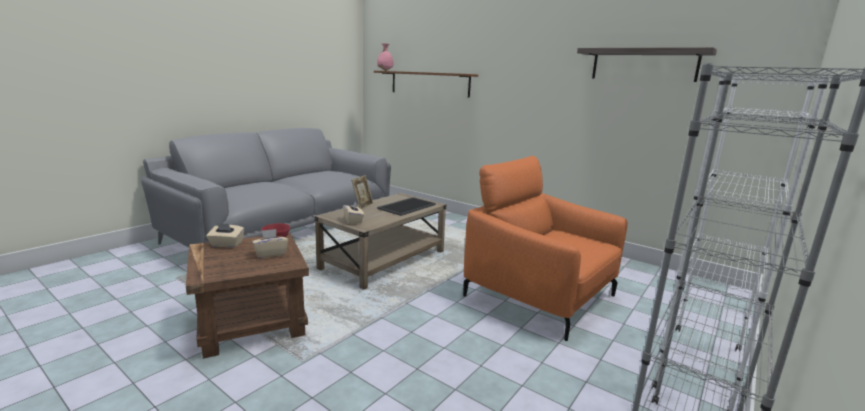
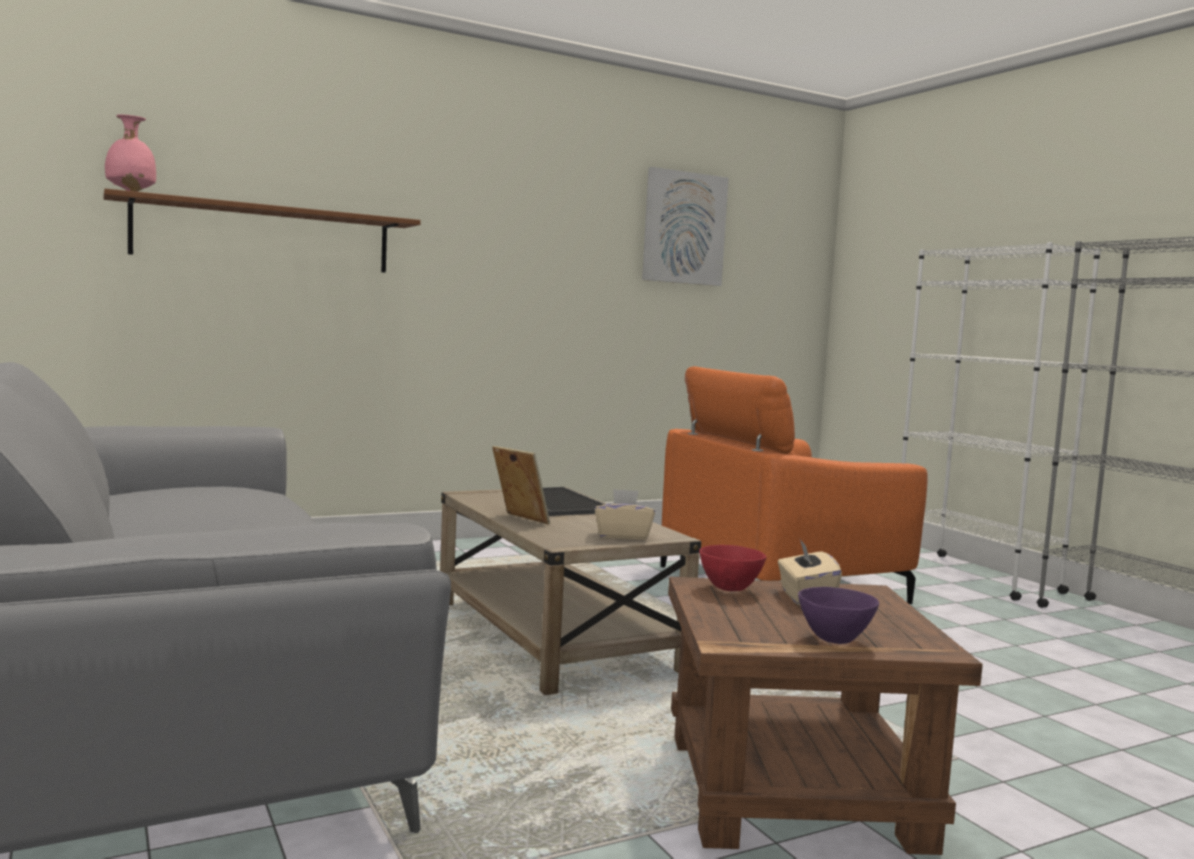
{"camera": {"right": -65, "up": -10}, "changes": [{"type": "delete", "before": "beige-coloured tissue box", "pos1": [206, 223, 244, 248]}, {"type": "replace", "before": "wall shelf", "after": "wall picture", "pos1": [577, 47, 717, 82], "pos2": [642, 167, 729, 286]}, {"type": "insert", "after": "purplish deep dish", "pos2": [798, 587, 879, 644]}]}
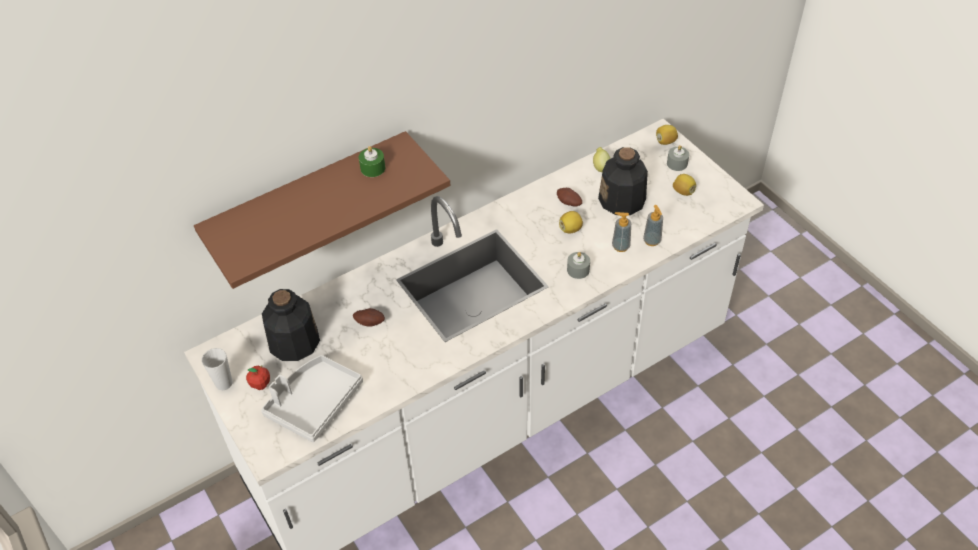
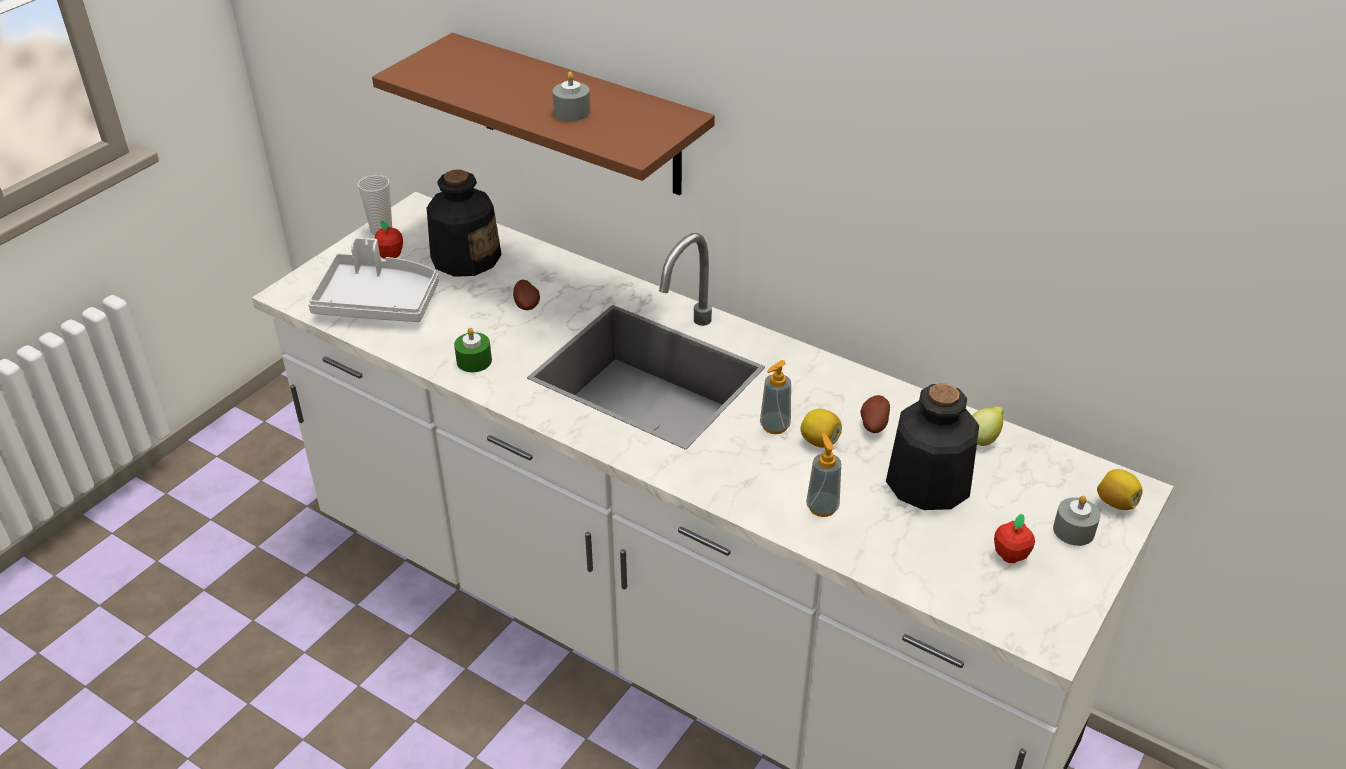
{"camera": {"right": 65, "up": -10}, "changes": [{"type": "move", "before": "green wax candle", "pos1": [359, 146, 385, 177], "pos2": [454, 328, 492, 372]}, {"type": "move", "before": "greyish wax candle", "pos1": [567, 252, 590, 279], "pos2": [553, 72, 590, 121]}, {"type": "move", "before": "soap dispenser", "pos1": [643, 205, 663, 246], "pos2": [760, 360, 791, 434]}, {"type": "replace", "before": "citrus fruit", "after": "apple", "pos1": [673, 174, 696, 196], "pos2": [994, 514, 1035, 563]}]}
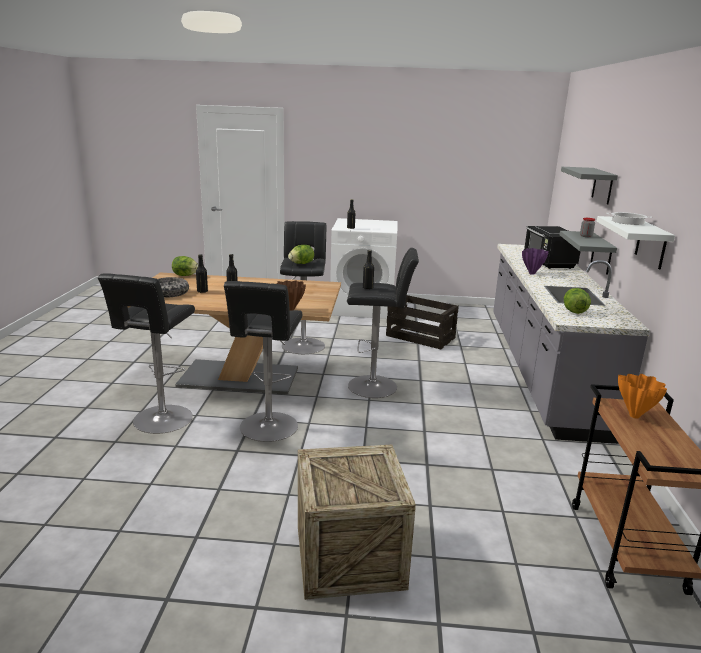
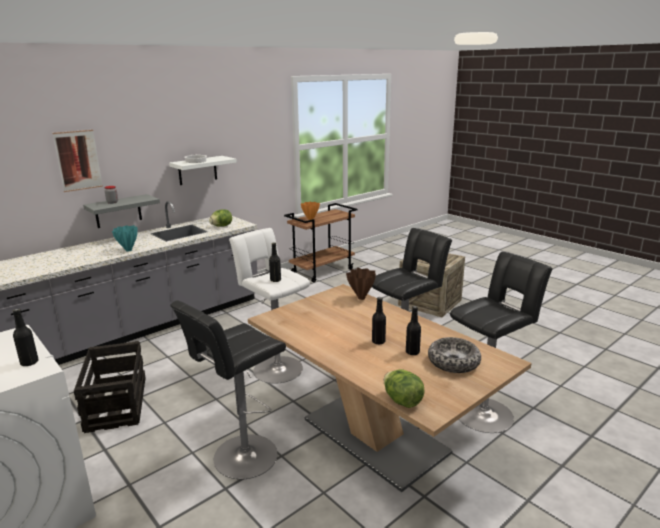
{"camera": {"right": -135, "up": 0}, "changes": [{"type": "delete", "before": "head of lettuce", "pos1": [288, 245, 314, 264]}, {"type": "recolor", "before": "black stool seat", "after": "white stool seat", "pos1": [347, 248, 419, 398], "pos2": [229, 228, 310, 383]}, {"type": "recolor", "before": "purplish decorative vase", "after": "blue-green decorative vase", "pos1": [522, 248, 549, 275], "pos2": [112, 225, 137, 252]}, {"type": "delete", "before": "black kitchen microwave", "pos1": [524, 226, 581, 269]}, {"type": "replace", "before": "greyish wall shelf", "after": "wall picture", "pos1": [561, 167, 618, 205], "pos2": [53, 130, 103, 192]}]}
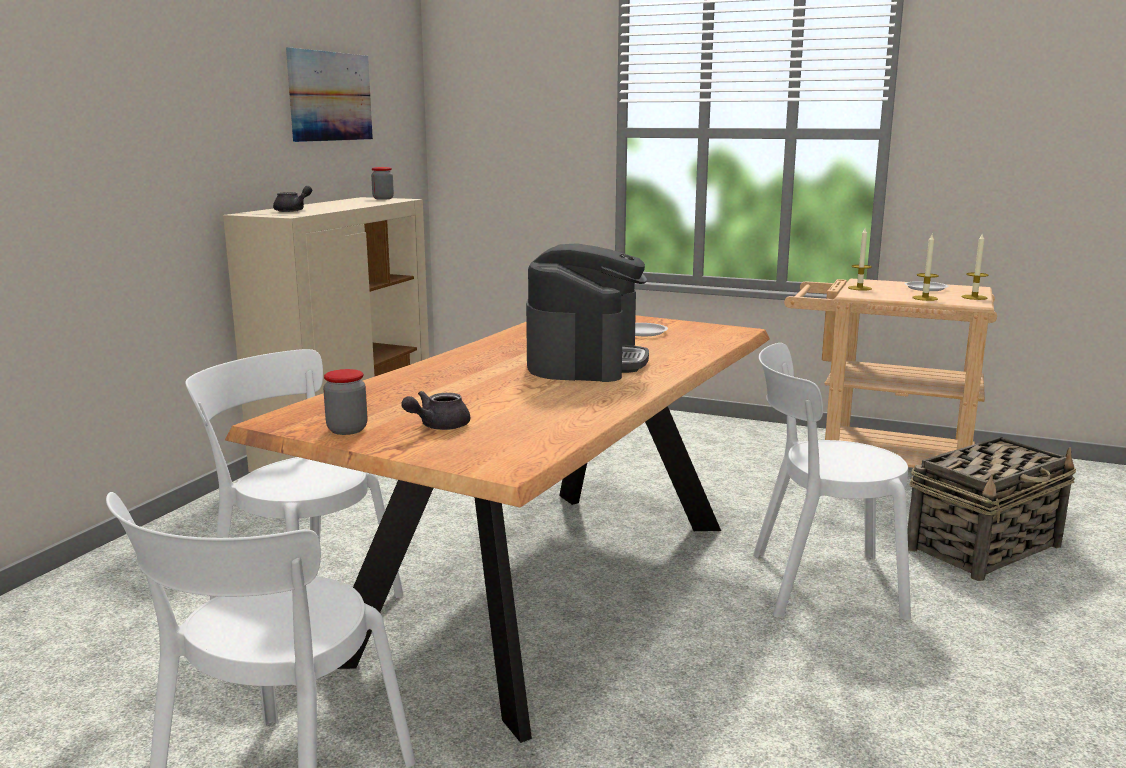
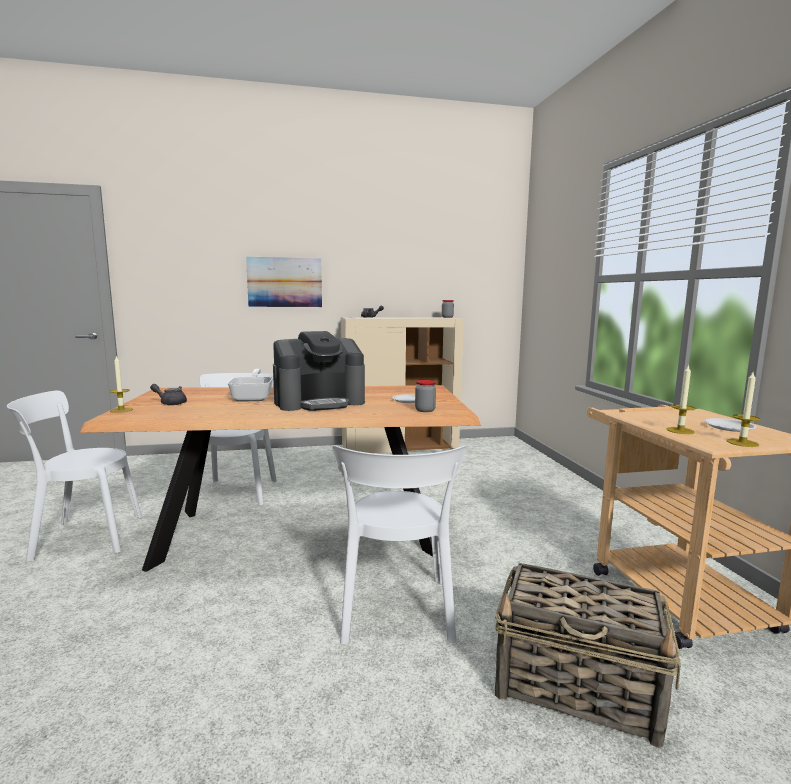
{"camera": {"right": 55, "up": -5}, "changes": [{"type": "move", "before": "wall picture", "pos1": [286, 47, 373, 142], "pos2": [246, 257, 322, 307]}, {"type": "move", "before": "storage jar", "pos1": [323, 369, 368, 435], "pos2": [415, 380, 436, 412]}, {"type": "rotate", "before": "white plain chair", "pos1": [753, 343, 911, 620], "pos2": [333, 445, 467, 644], "turn": -150}, {"type": "move", "before": "wax candle", "pos1": [848, 228, 872, 291], "pos2": [110, 356, 133, 413]}, {"type": "insert", "after": "frying pan", "pos2": [227, 369, 273, 402]}]}
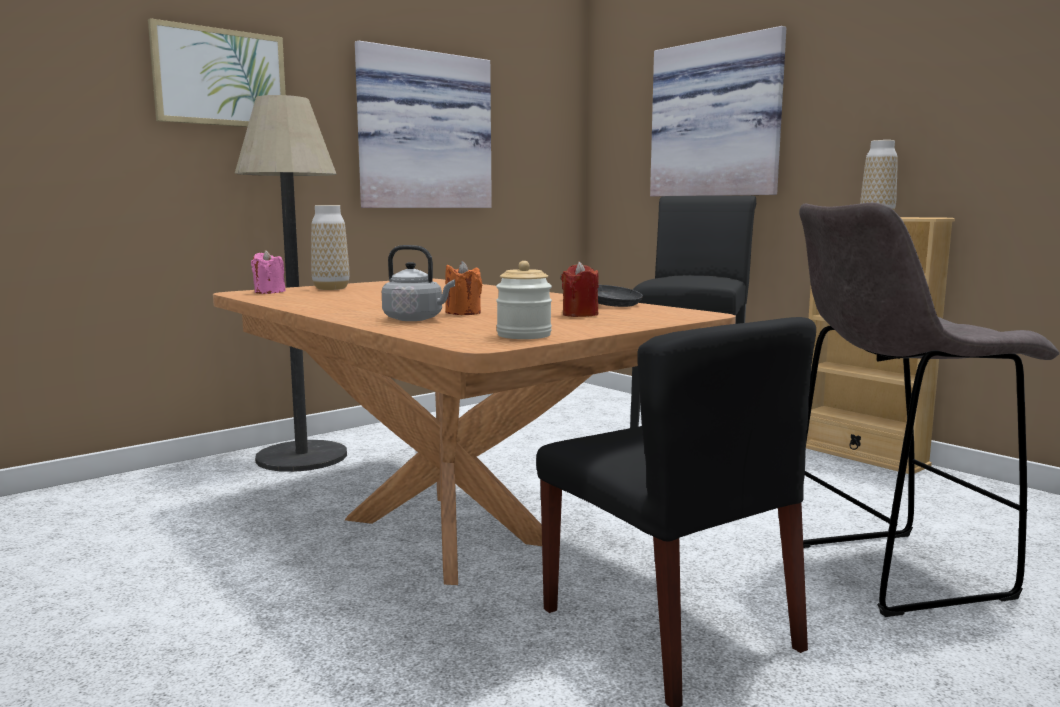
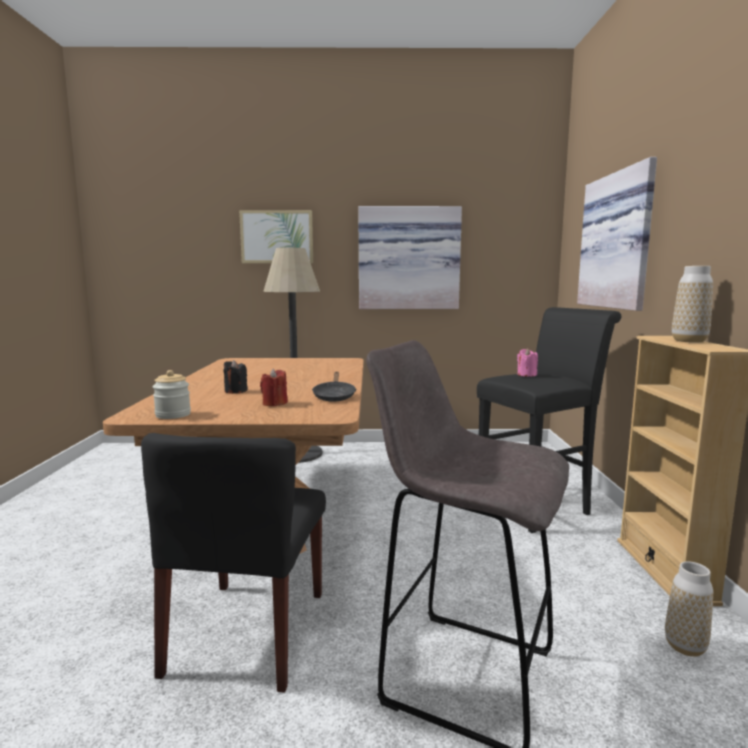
{"camera": {"right": 40, "up": 0}, "changes": [{"type": "move", "before": "pink wax candle", "pos1": [251, 250, 285, 294], "pos2": [517, 348, 538, 377]}, {"type": "move", "before": "decorative vase", "pos1": [311, 205, 349, 290], "pos2": [665, 561, 713, 657]}, {"type": "delete", "before": "greyish water kettle", "pos1": [382, 245, 455, 321]}, {"type": "recolor", "before": "orangey wax candle", "after": "black wax candle", "pos1": [445, 261, 482, 315], "pos2": [224, 360, 248, 394]}]}
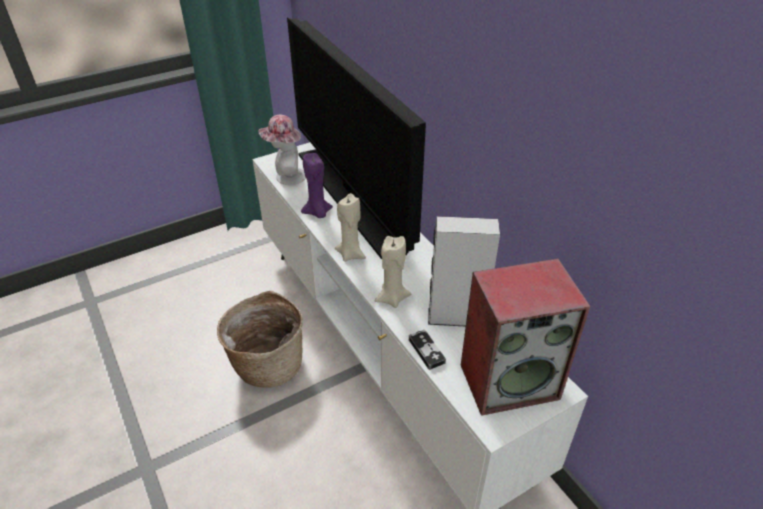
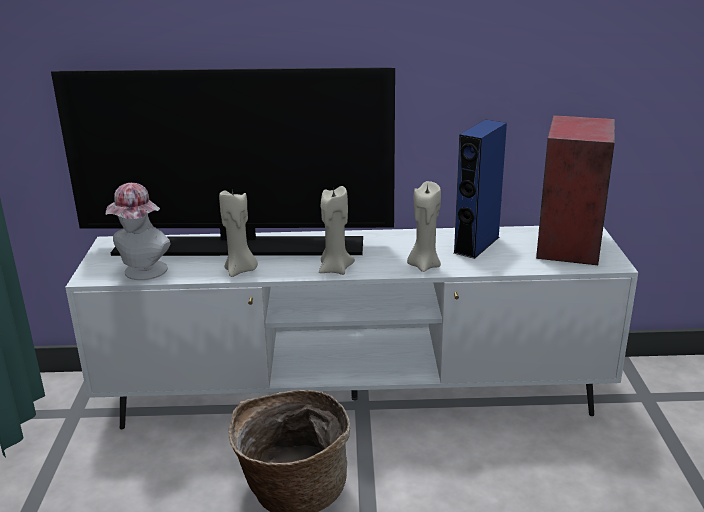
{"camera": {"right": -60, "up": -15}, "changes": [{"type": "recolor", "before": "purplish wax candle", "after": "beige-coloured wax candle", "pos1": [301, 153, 333, 218], "pos2": [219, 189, 258, 277]}, {"type": "delete", "before": "game controller", "pos1": [409, 330, 446, 370]}, {"type": "recolor", "before": "greyish speaker", "after": "blue-coloured speaker", "pos1": [428, 216, 500, 327], "pos2": [454, 119, 507, 259]}]}
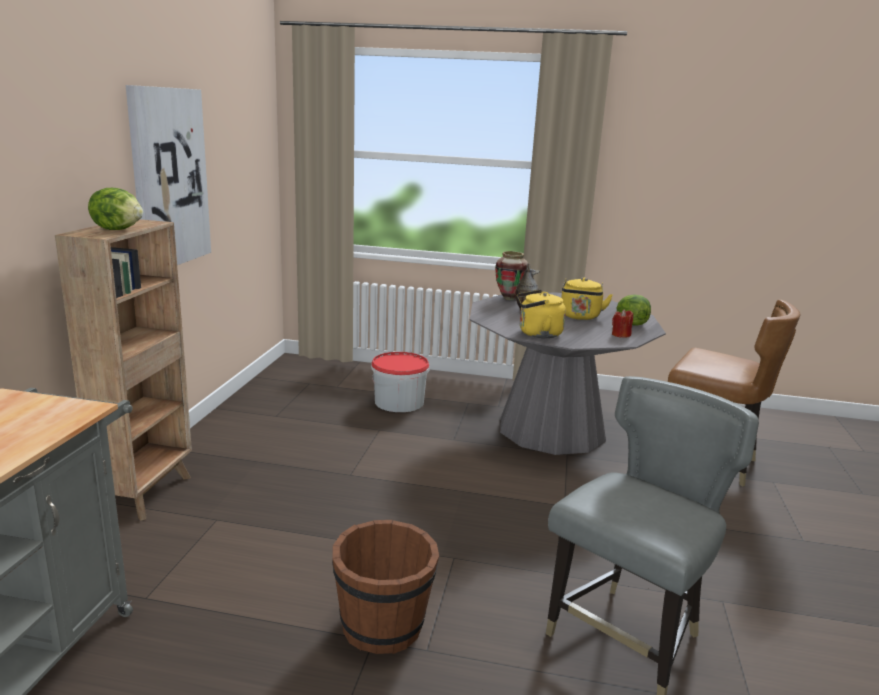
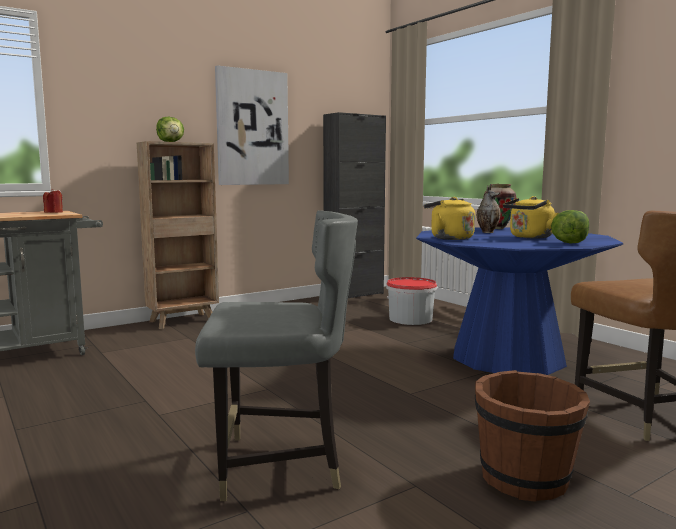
{"camera": {"right": 45, "up": -10}, "changes": [{"type": "move", "before": "brown pail", "pos1": [332, 520, 439, 654], "pos2": [475, 370, 590, 502]}, {"type": "recolor", "before": "greyish dining table", "after": "blue-coloured dining table", "pos1": [470, 293, 666, 455], "pos2": [416, 227, 623, 375]}, {"type": "move", "before": "red wax candle", "pos1": [612, 309, 633, 338], "pos2": [43, 189, 63, 213]}, {"type": "insert", "after": "black cupboard", "pos2": [323, 112, 386, 298]}]}
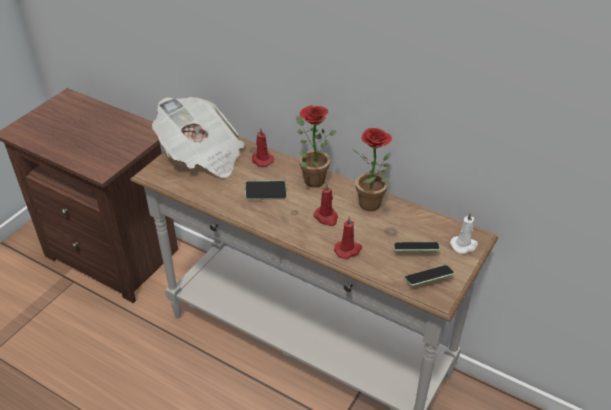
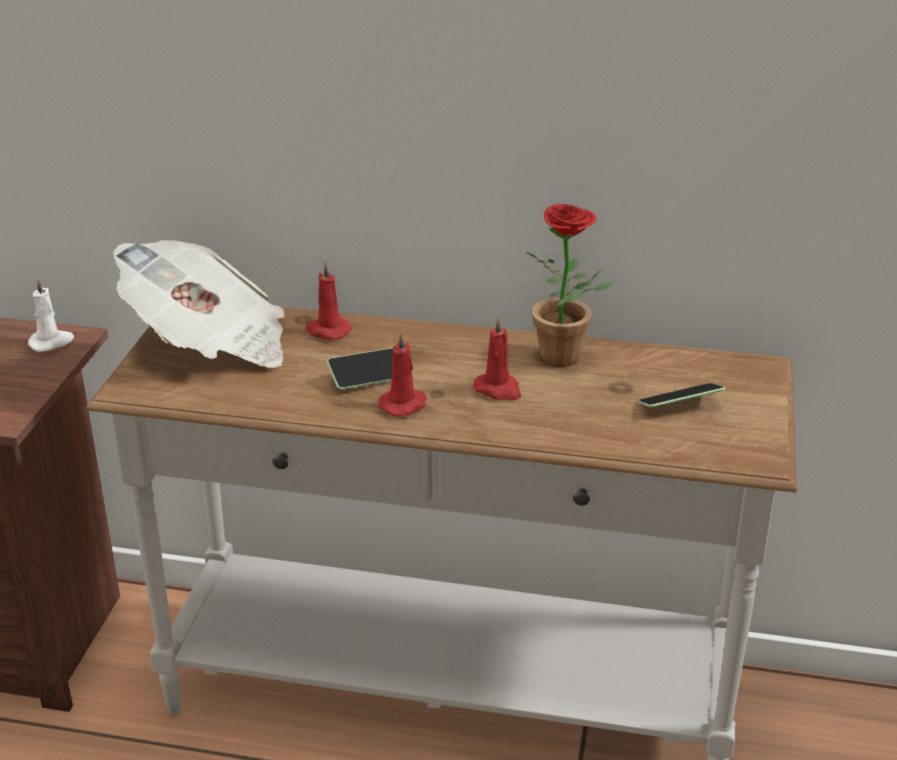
{"camera": {"right": -20, "up": -10}, "changes": [{"type": "delete", "before": "plant in a pot", "pos1": [296, 105, 336, 187]}, {"type": "move", "before": "red wax candle", "pos1": [334, 216, 362, 259], "pos2": [379, 331, 427, 417]}, {"type": "delete", "before": "phone", "pos1": [404, 265, 455, 286]}, {"type": "move", "before": "white wax candle", "pos1": [450, 212, 478, 254], "pos2": [28, 277, 74, 352]}]}
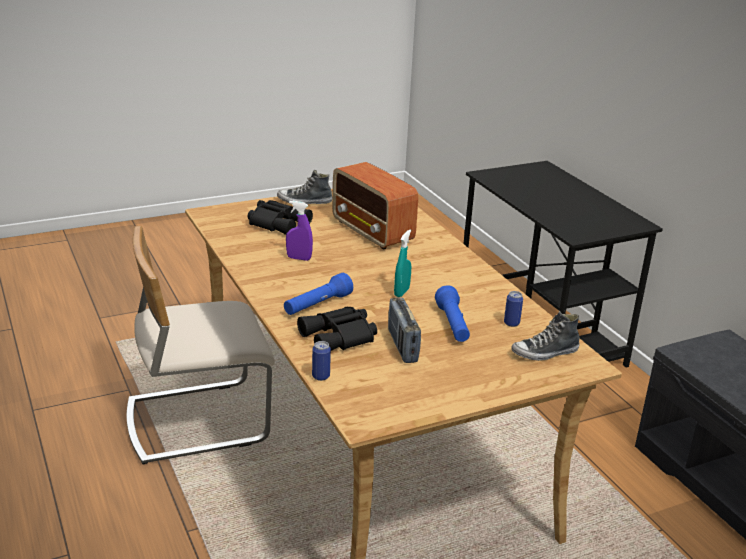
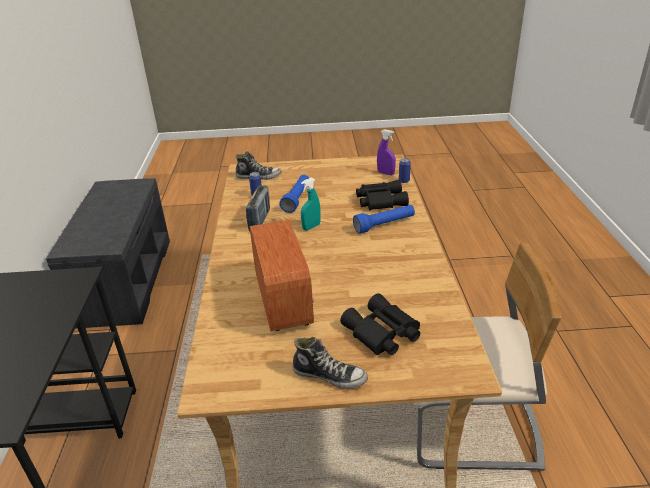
{"camera": {"right": -155, "up": 5}, "changes": [{"type": "move", "before": "purplish spray bottle", "pos1": [286, 201, 313, 261], "pos2": [377, 129, 396, 175]}, {"type": "move", "before": "radio", "pos1": [388, 297, 421, 363], "pos2": [246, 186, 270, 232]}]}
